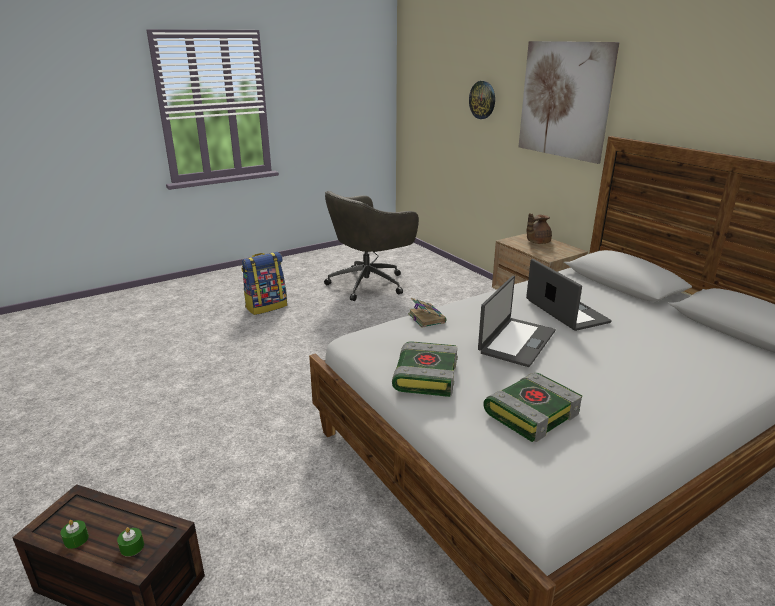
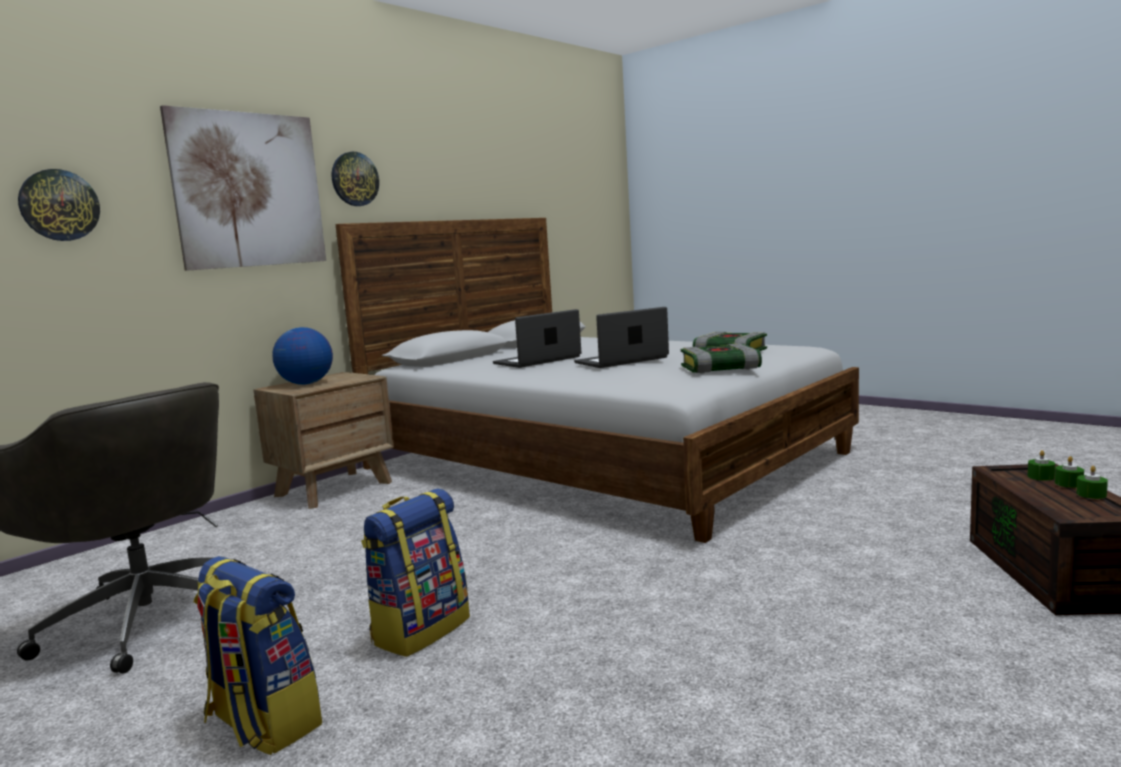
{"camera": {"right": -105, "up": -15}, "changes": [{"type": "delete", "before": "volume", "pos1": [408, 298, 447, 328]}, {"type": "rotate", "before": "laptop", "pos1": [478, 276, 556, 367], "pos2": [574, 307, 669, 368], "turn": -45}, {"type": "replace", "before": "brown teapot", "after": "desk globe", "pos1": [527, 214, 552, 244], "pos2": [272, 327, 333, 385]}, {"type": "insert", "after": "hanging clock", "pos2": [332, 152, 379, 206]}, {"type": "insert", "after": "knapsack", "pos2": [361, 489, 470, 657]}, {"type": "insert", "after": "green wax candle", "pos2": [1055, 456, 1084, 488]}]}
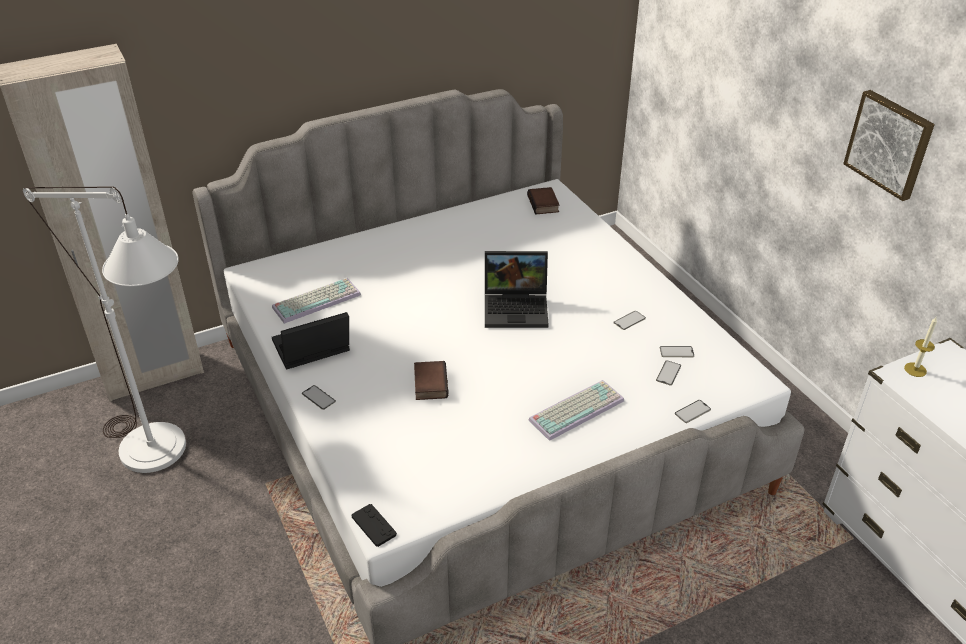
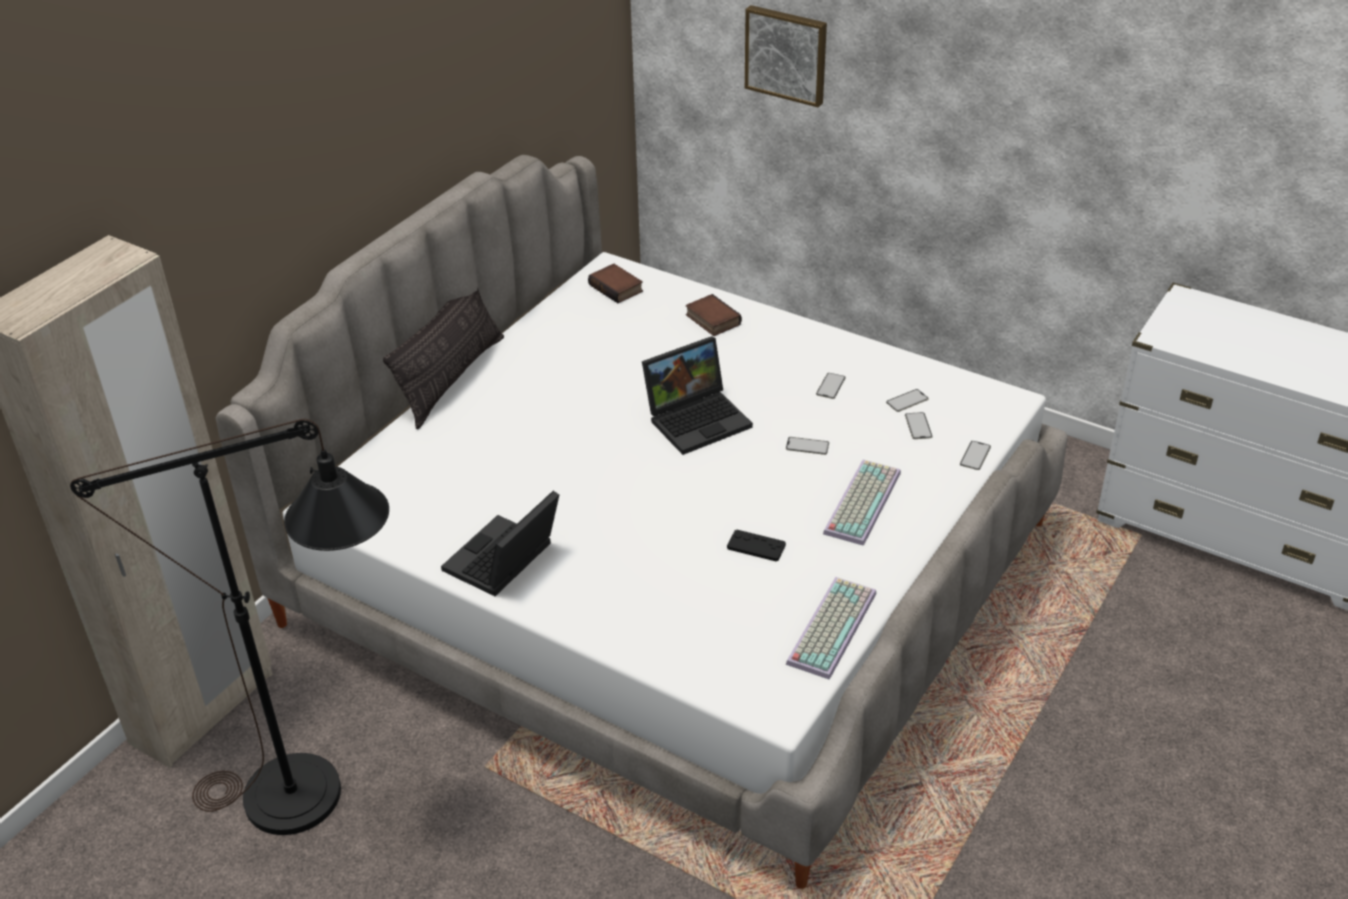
{"camera": {"right": -30, "up": 0}, "changes": [{"type": "recolor", "before": "white standing lamp", "after": "black standing lamp", "pos1": [23, 187, 186, 473], "pos2": [70, 419, 389, 835]}, {"type": "move", "before": "PC keyboard", "pos1": [272, 278, 361, 324], "pos2": [786, 577, 877, 680]}, {"type": "move", "before": "phone", "pos1": [302, 385, 336, 410], "pos2": [786, 437, 829, 455]}, {"type": "move", "before": "black game controller", "pos1": [351, 504, 397, 547], "pos2": [727, 530, 786, 561]}, {"type": "move", "before": "volume", "pos1": [414, 361, 449, 400], "pos2": [686, 294, 742, 336]}, {"type": "move", "before": "wall picture", "pos1": [843, 90, 935, 201], "pos2": [745, 5, 827, 107]}, {"type": "delete", "before": "wax candle", "pos1": [904, 317, 937, 377]}, {"type": "insert", "after": "pillow", "pos2": [383, 288, 504, 429]}]}
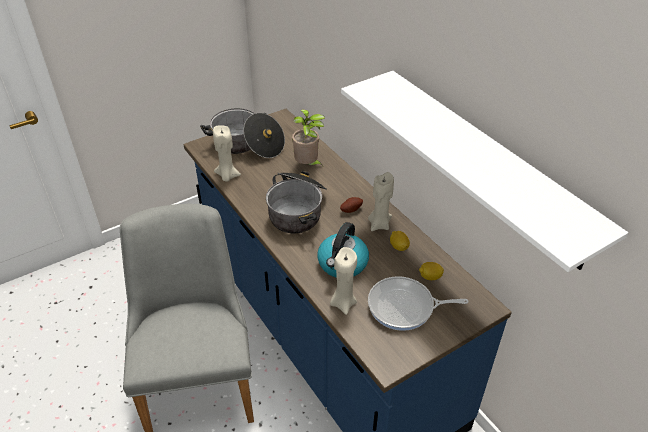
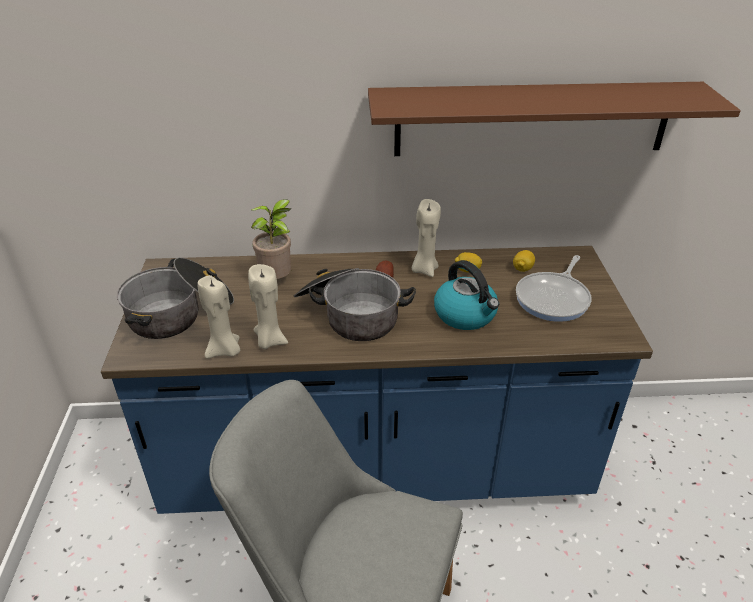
{"camera": {"right": -60, "up": -5}, "changes": [{"type": "move", "before": "beige-coloured wax candle", "pos1": [330, 247, 357, 315], "pos2": [248, 264, 288, 349]}, {"type": "recolor", "before": "white wall shelf", "after": "brown wall shelf", "pos1": [341, 71, 628, 272], "pos2": [368, 82, 741, 156]}]}
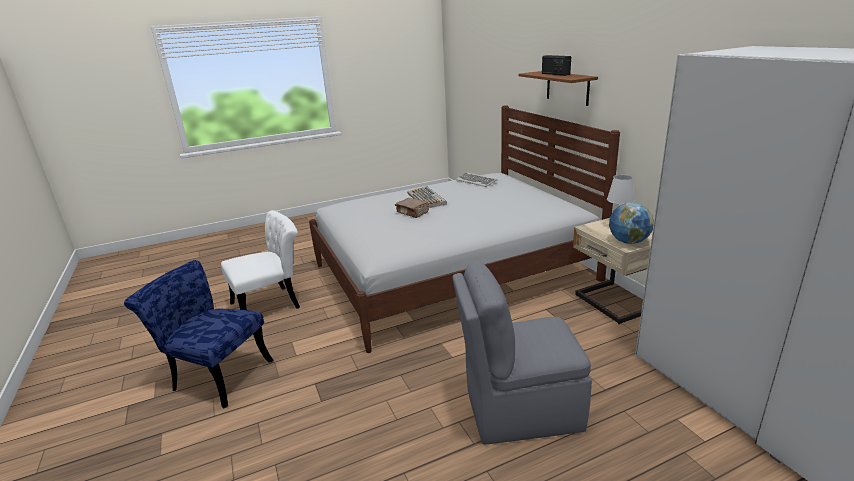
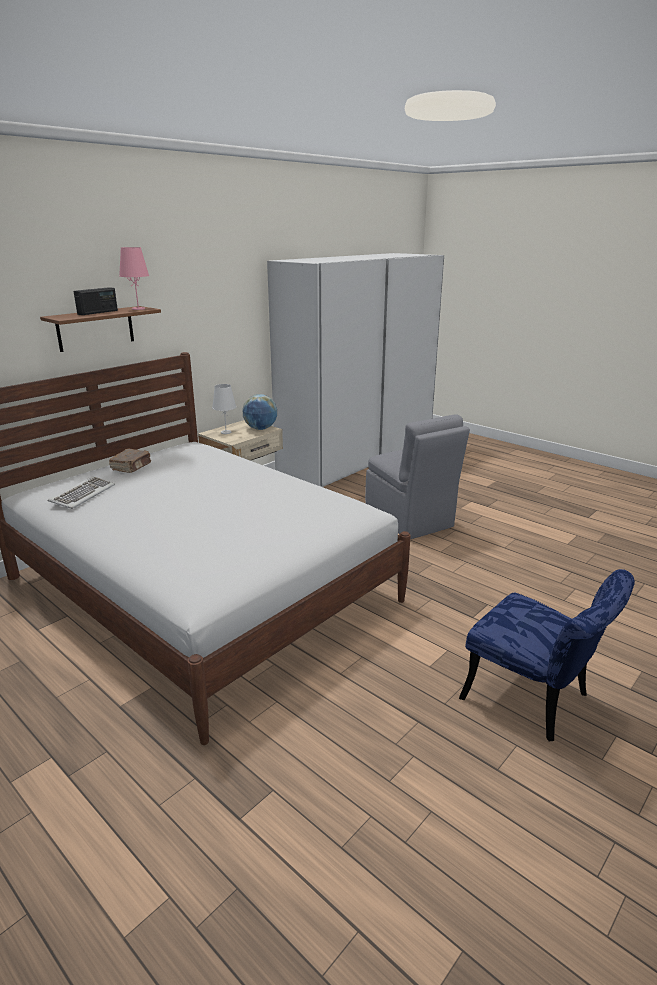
{"camera": {"right": -115, "up": 0}, "changes": [{"type": "rotate", "before": "blue-coloured plain chair", "pos1": [124, 260, 273, 408], "pos2": [459, 569, 635, 741], "turn": -45}, {"type": "delete", "before": "white plain chair", "pos1": [221, 210, 300, 310]}, {"type": "move", "before": "brown volume", "pos1": [395, 198, 429, 218], "pos2": [109, 449, 151, 473]}, {"type": "delete", "before": "PC keyboard", "pos1": [407, 186, 447, 208]}, {"type": "insert", "after": "pink lamp for a table", "pos2": [119, 247, 149, 310]}]}
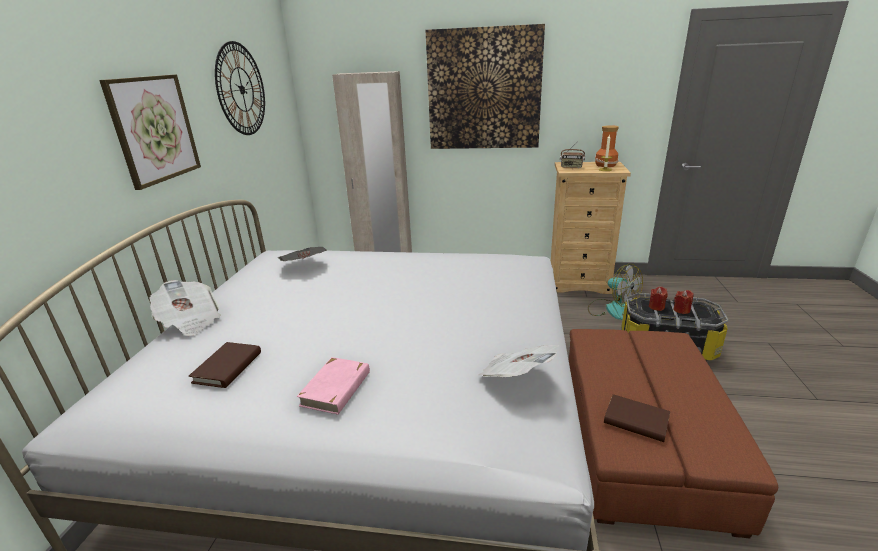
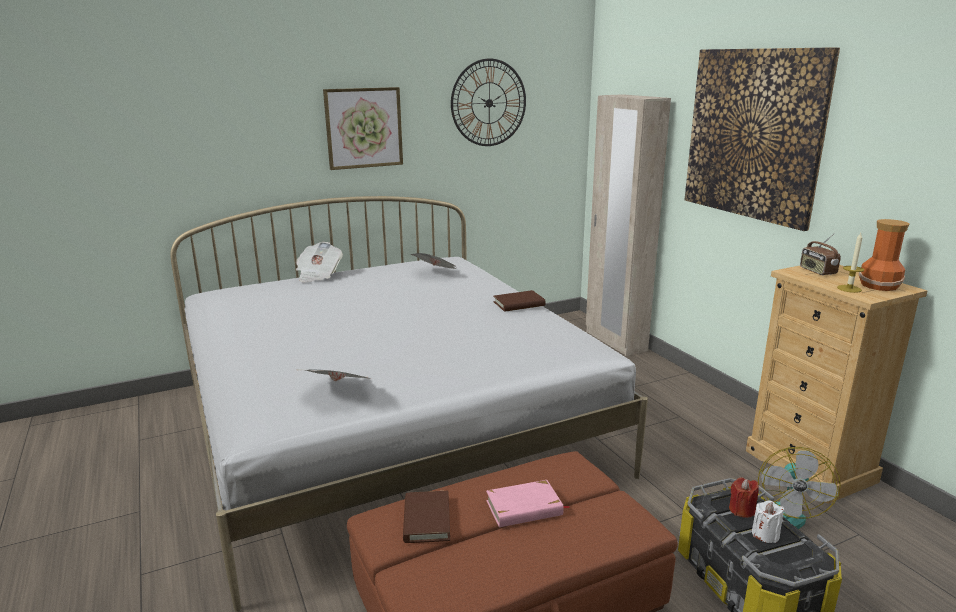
{"camera": {"right": 55, "up": -5}, "changes": [{"type": "move", "before": "brown volume", "pos1": [189, 342, 261, 388], "pos2": [493, 290, 545, 312]}, {"type": "move", "before": "pink volume", "pos1": [296, 357, 370, 415], "pos2": [486, 480, 570, 527]}, {"type": "recolor", "before": "red wax candle", "after": "white wax candle", "pos1": [674, 290, 694, 314], "pos2": [752, 500, 784, 543]}]}
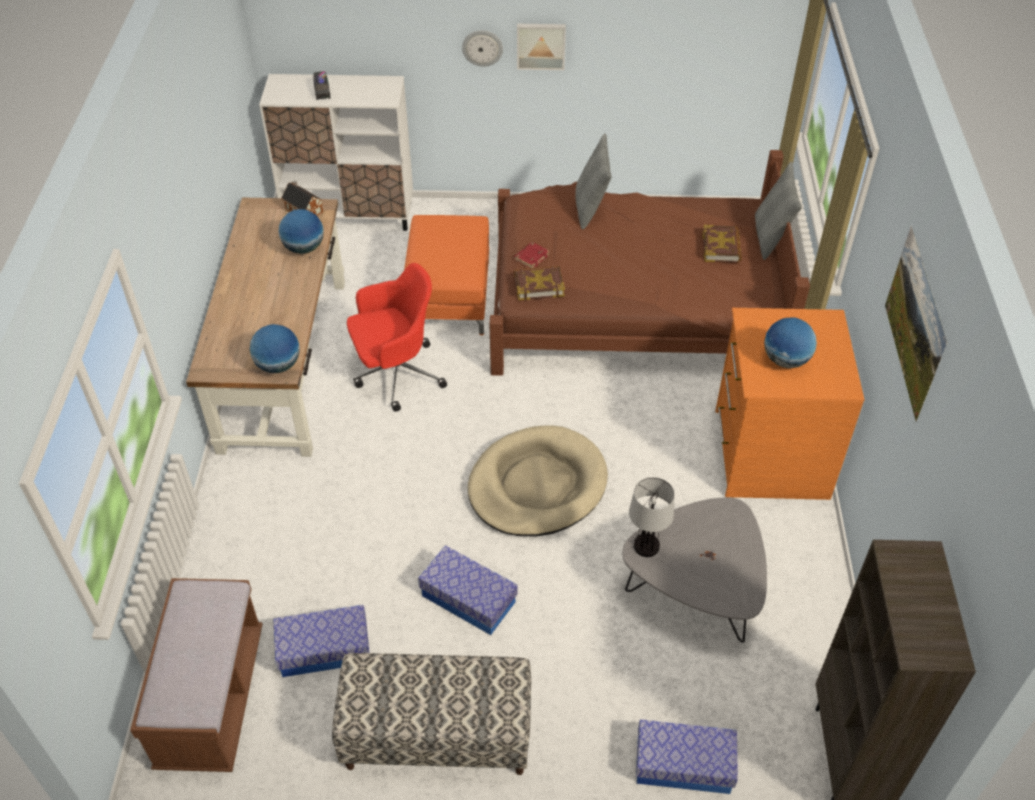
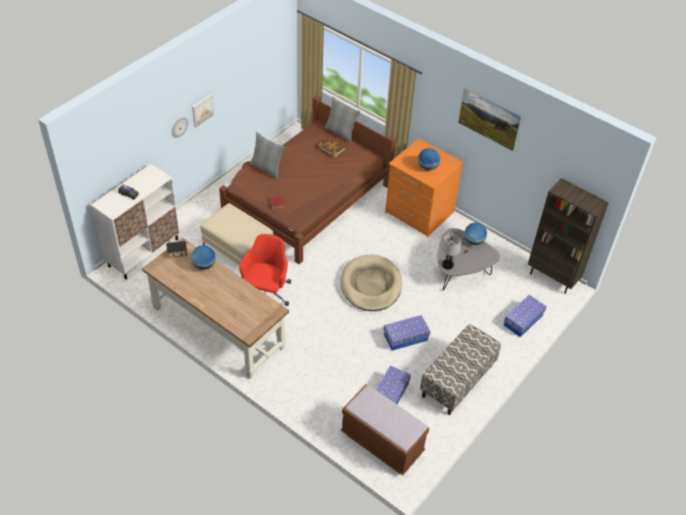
{"camera": {"right": -55, "up": 0}, "changes": [{"type": "move", "before": "desk globe", "pos1": [250, 324, 300, 373], "pos2": [464, 223, 487, 245]}, {"type": "recolor", "before": "orangey footrest", "after": "beige-coloured footrest", "pos1": [404, 215, 489, 335], "pos2": [200, 203, 273, 265]}, {"type": "delete", "before": "volume", "pos1": [514, 266, 565, 300]}]}
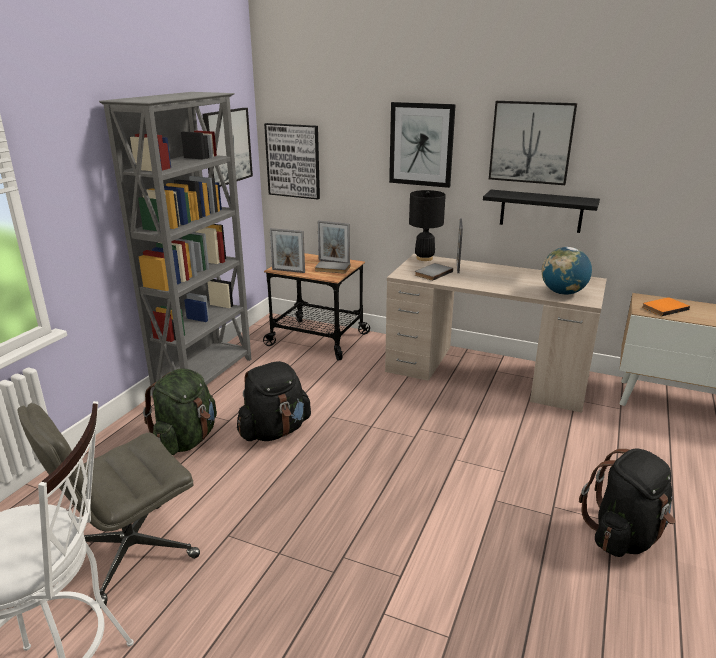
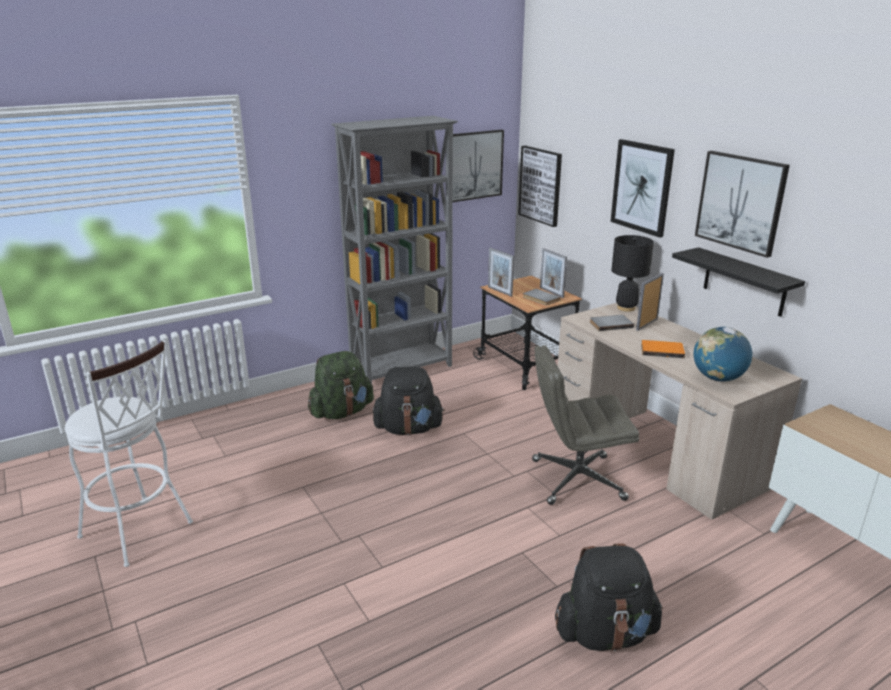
{"camera": {"right": 35, "up": 0}, "changes": [{"type": "move", "before": "greyish office chair", "pos1": [17, 403, 200, 608], "pos2": [532, 345, 639, 505]}, {"type": "move", "before": "orangey volume", "pos1": [642, 297, 690, 316], "pos2": [641, 340, 685, 358]}]}
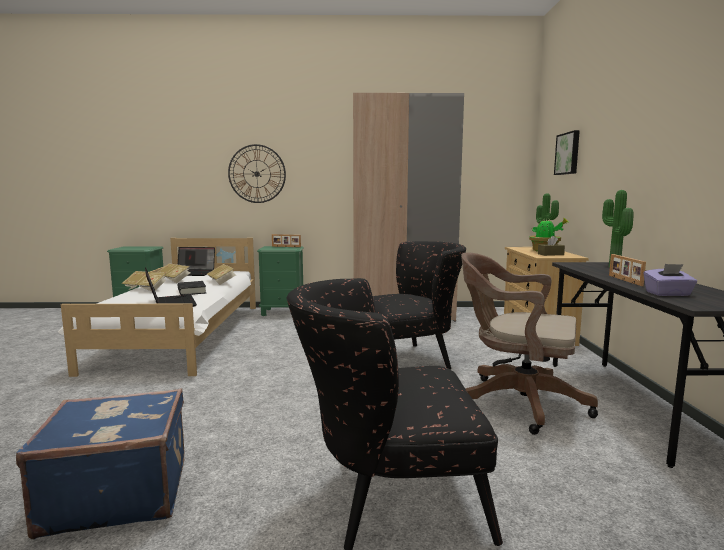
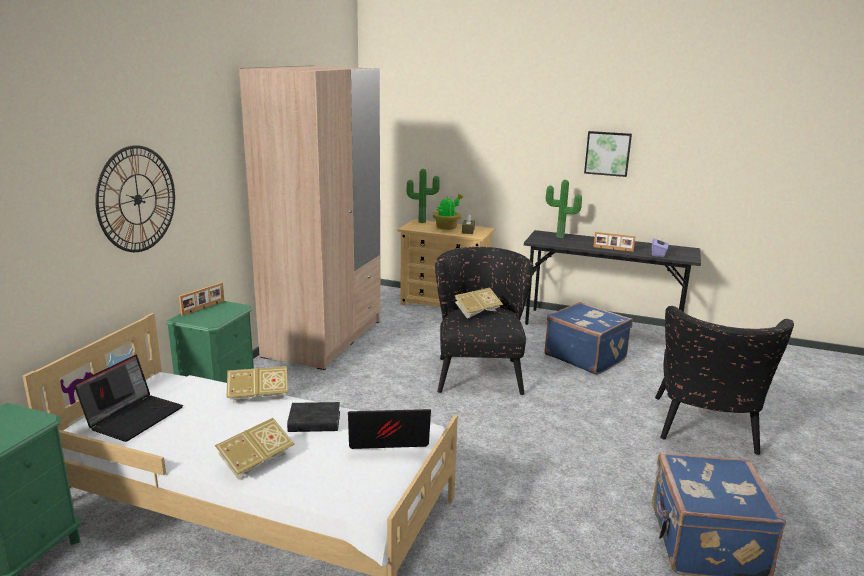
{"camera": {"right": -70, "up": 10}, "changes": [{"type": "move", "before": "volume", "pos1": [158, 263, 190, 283], "pos2": [454, 288, 503, 319]}, {"type": "replace", "before": "brown office chair", "after": "blue-coloured travel case", "pos1": [461, 252, 598, 435], "pos2": [544, 302, 633, 375]}, {"type": "move", "before": "wall picture", "pos1": [554, 130, 580, 175], "pos2": [584, 131, 632, 177]}]}
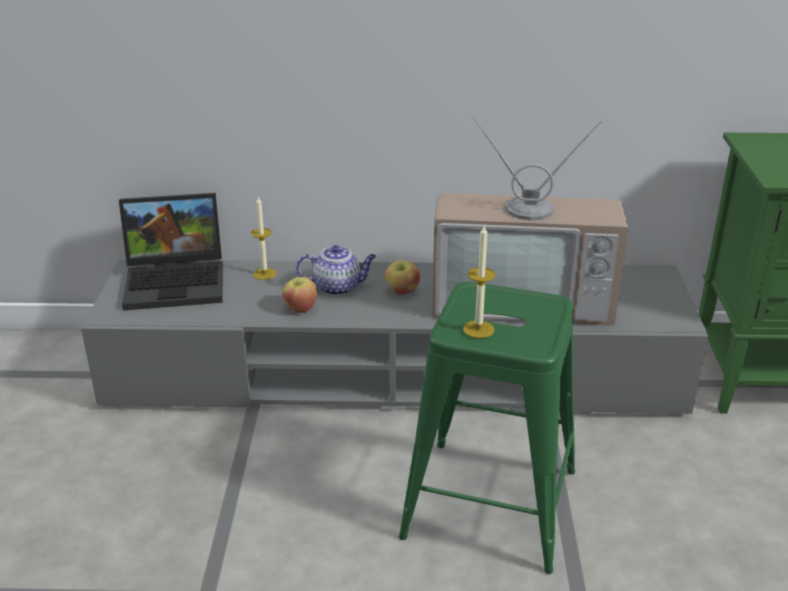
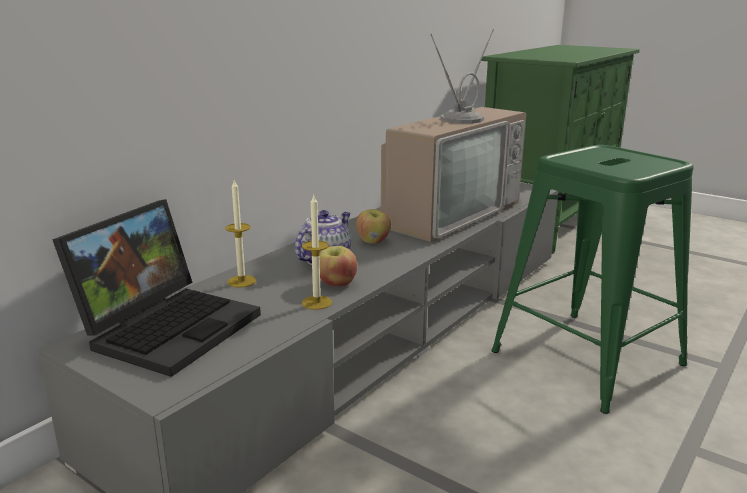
{"camera": {"right": -55, "up": -10}, "changes": [{"type": "move", "before": "wax candle", "pos1": [463, 226, 495, 338], "pos2": [302, 193, 332, 310]}]}
